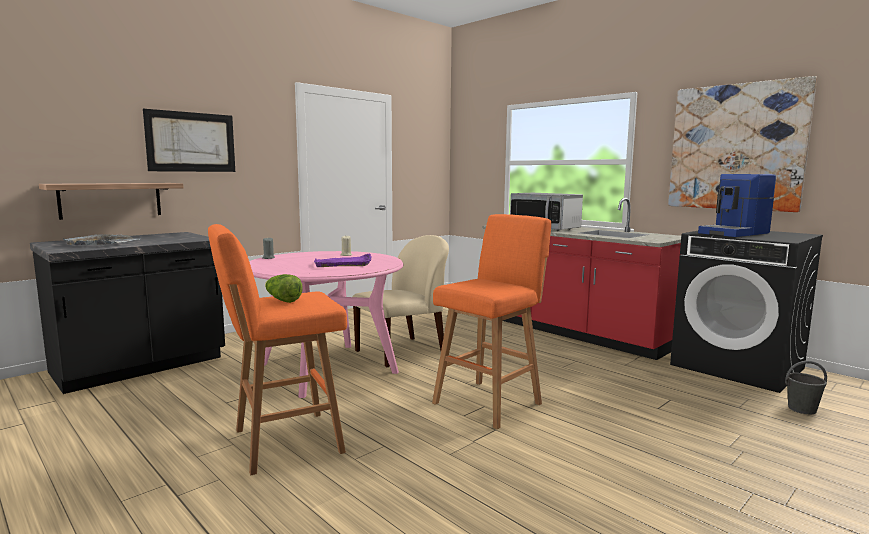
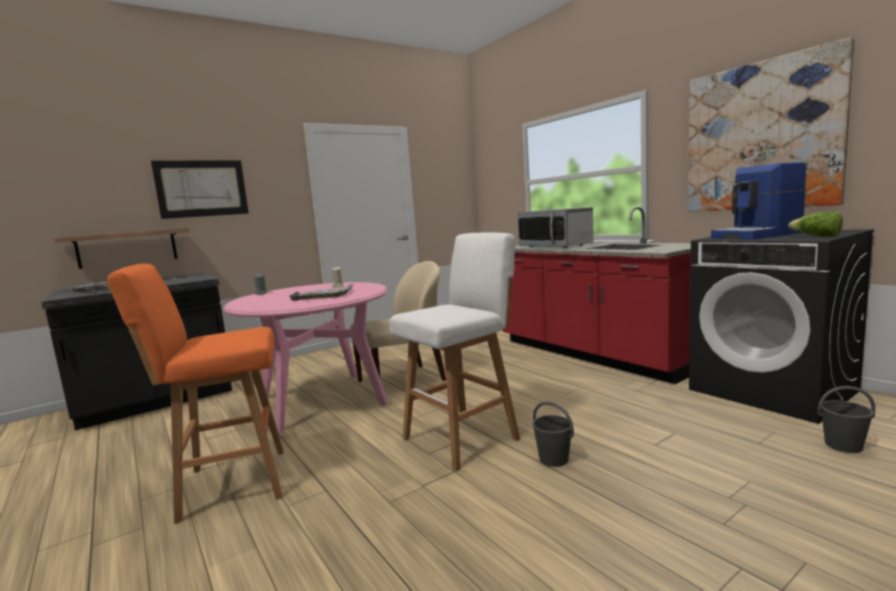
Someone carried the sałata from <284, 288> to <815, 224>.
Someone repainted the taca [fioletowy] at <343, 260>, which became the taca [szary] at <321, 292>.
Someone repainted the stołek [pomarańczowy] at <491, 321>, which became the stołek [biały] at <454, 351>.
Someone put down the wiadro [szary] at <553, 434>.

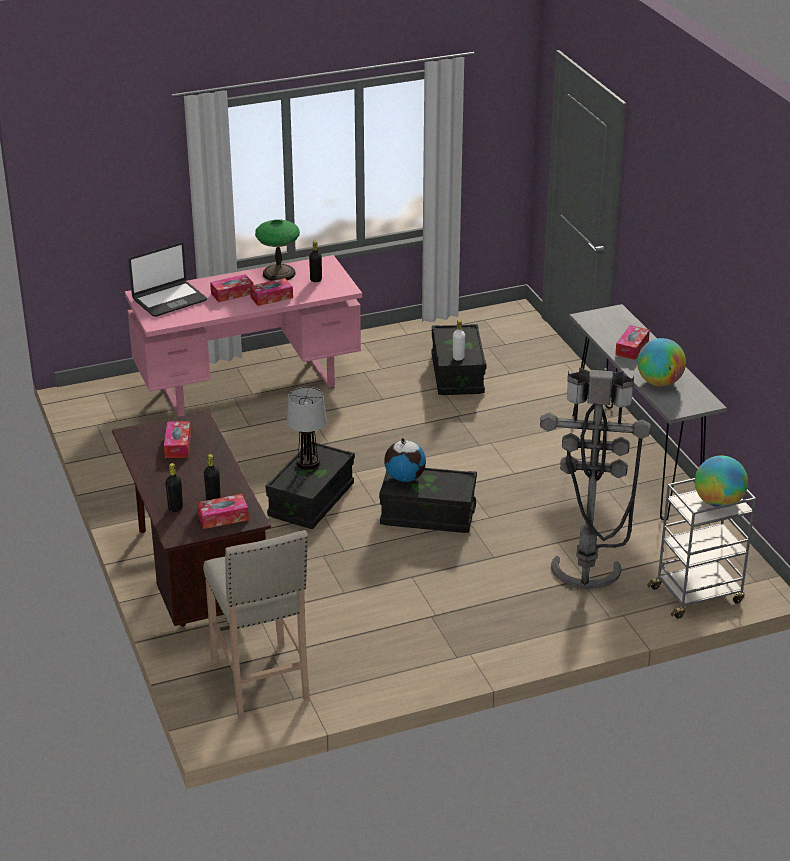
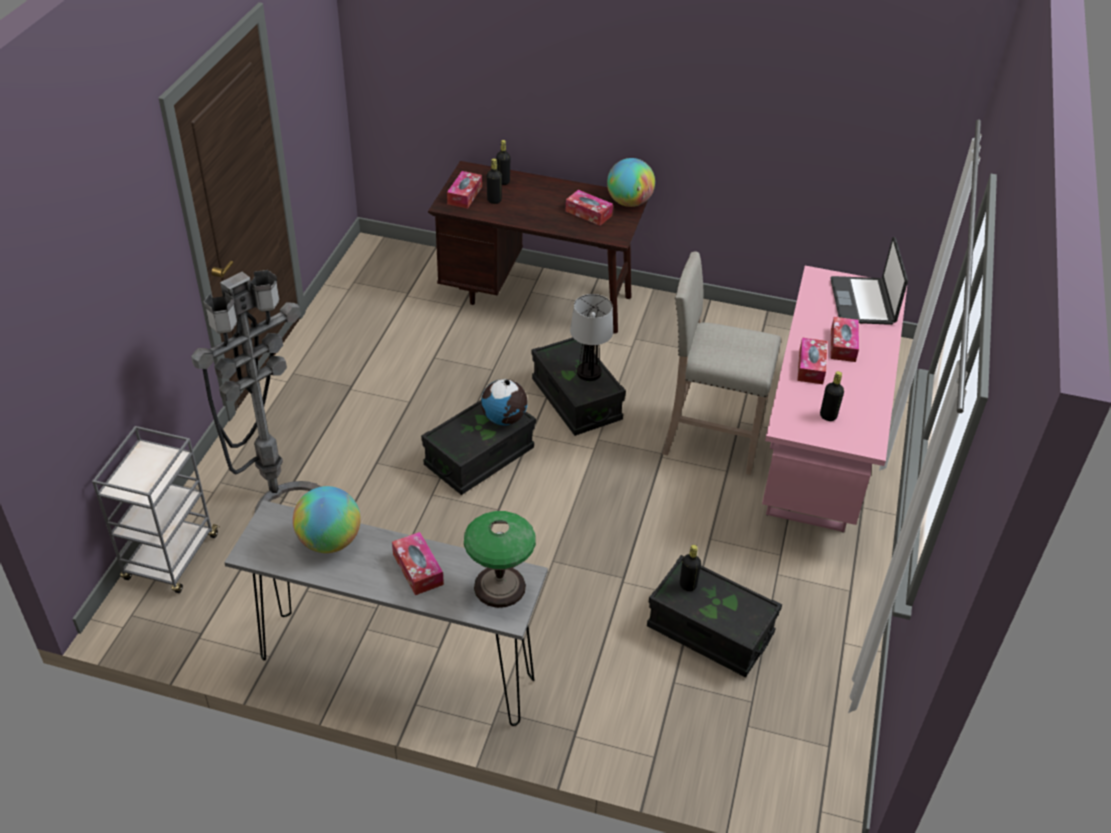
Someone carried the stołek [beżowy] from <256, 624> to <721, 363>.
Someone carried the lampa stołowa from <277, 250> to <500, 559>.
Someone repainted the butelka [biały] at <459, 340>, which became the butelka [czarny] at <690, 568>.
Someone carried the globus from <721, 482> to <631, 182>.

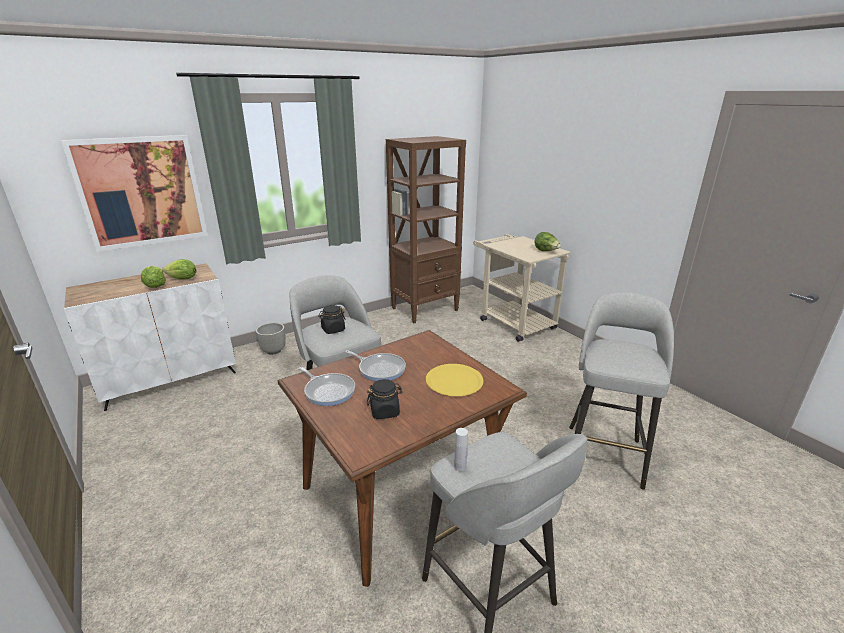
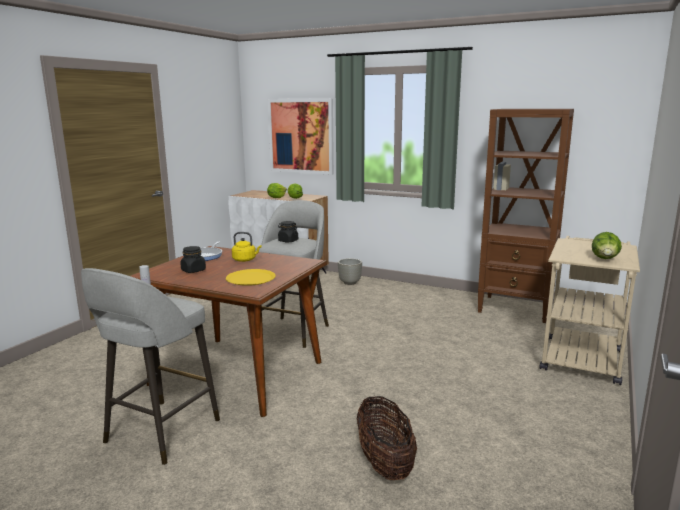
Someone swapped the patelnia at <375, 365> for the czajnik [żółty] at <246, 247>.
Someone swapped the stołek [szary] at <621, 391> for the koszyk at <387, 438>.

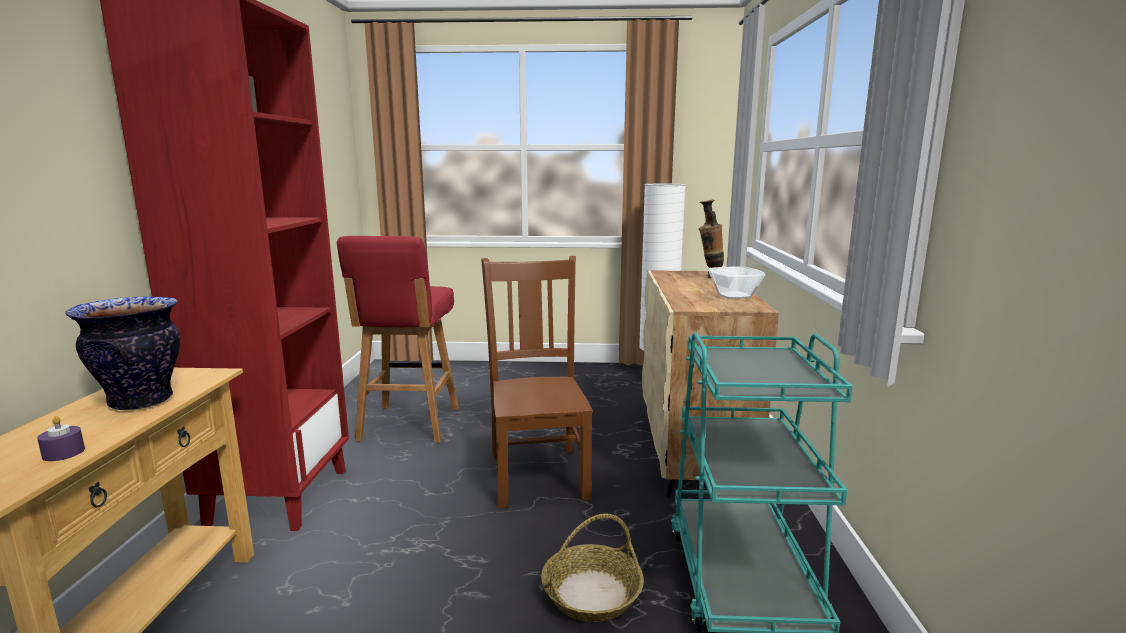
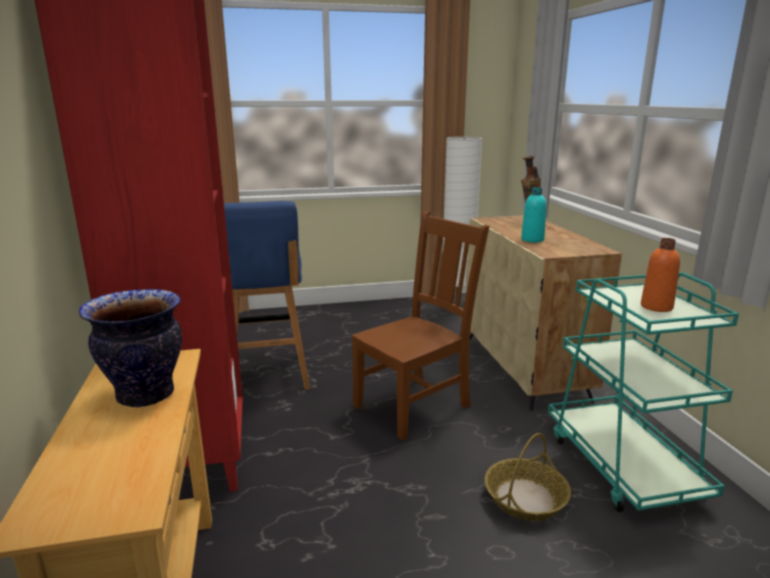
Someone took away the świeca [fioletowy] at <61, 438>.
Someone repainted the stołek [czerwony] at <398, 339>, which became the stołek [niebieski] at <267, 295>.
Someone rotated the krzesło [brązowy] at <537, 382> by 75 degrees clockwise.
Someone took away the miska at <736, 283>.
Someone put down the butelka [turkusowy] at <533, 215>.
Someone put down the butelka [pomarańczowy] at <660, 275>.

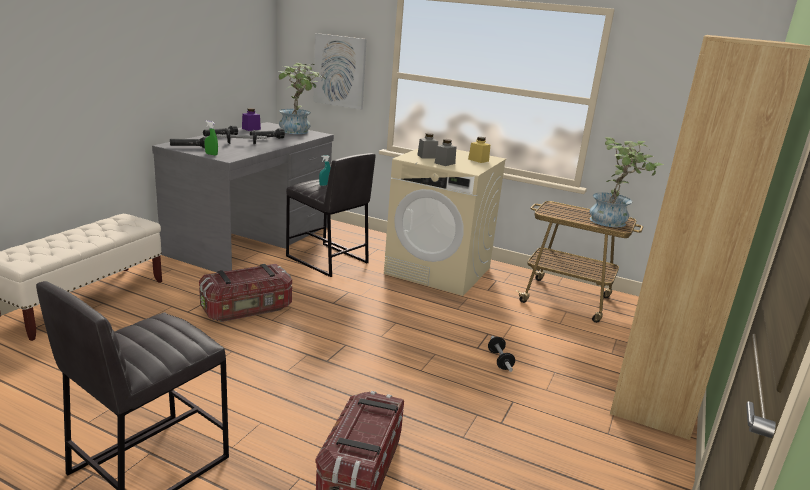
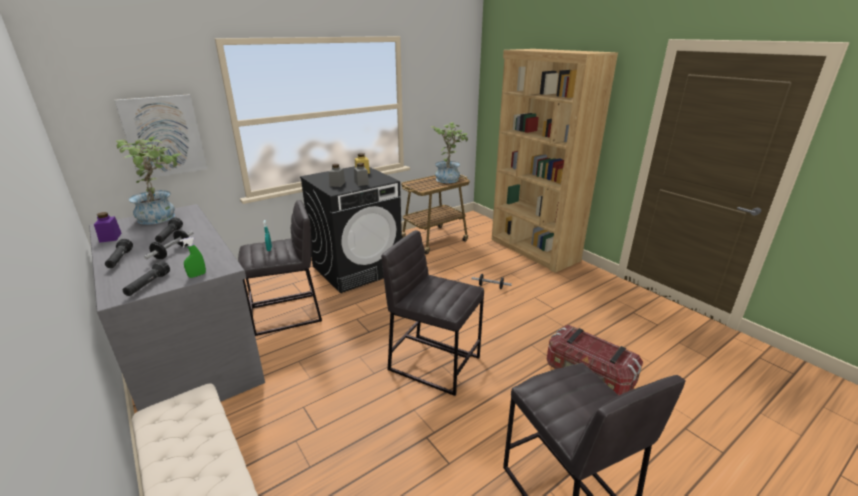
Someone took away the pojemnik do przechowywania at <245, 293>.
Someone repainted the pralka [beżowy] at <445, 222>, which became the pralka [czarny] at <351, 229>.
Someone put down the stołek [szary] at <432, 313>.

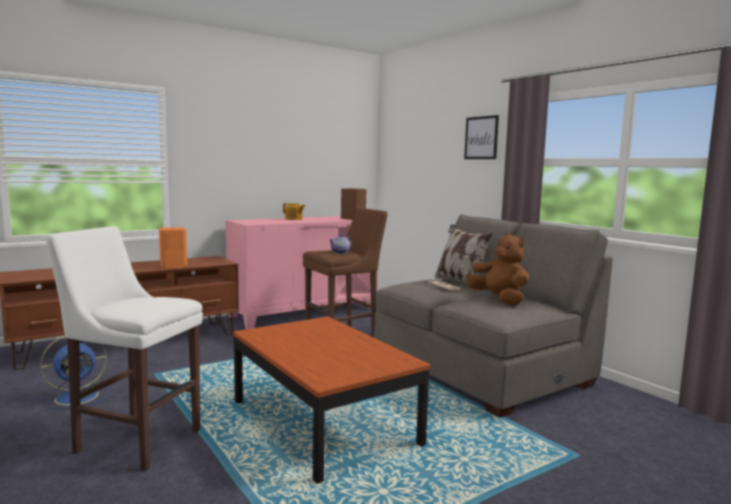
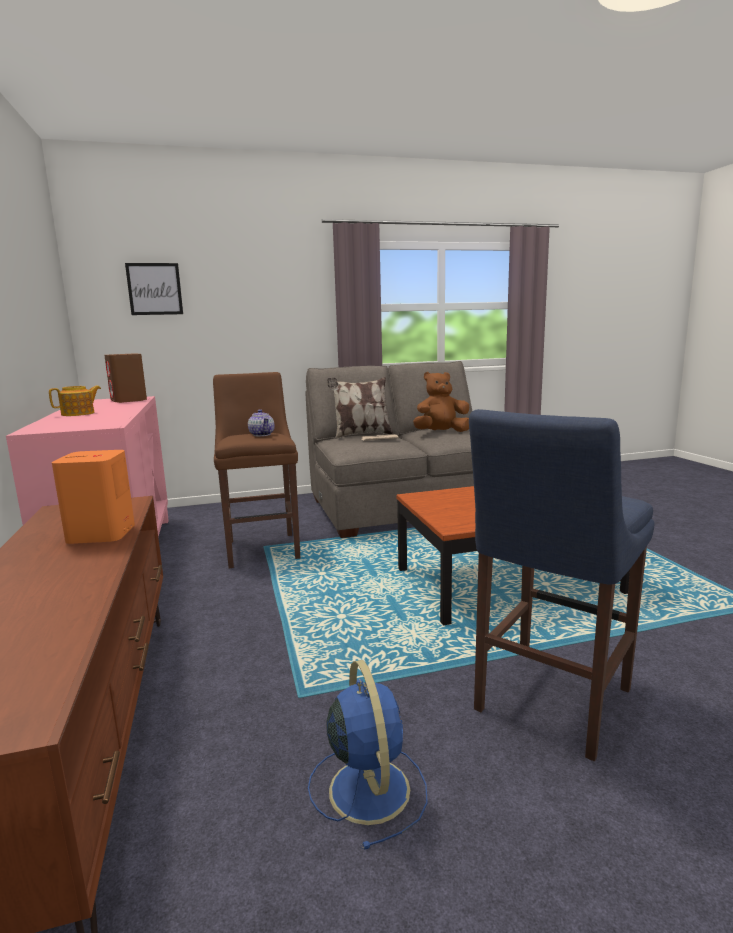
Someone repainted the stołek [biały] at <124, 348>, which became the stołek [niebieski] at <562, 585>.
Someone carried the obraz from <481, 137> to <154, 289>.

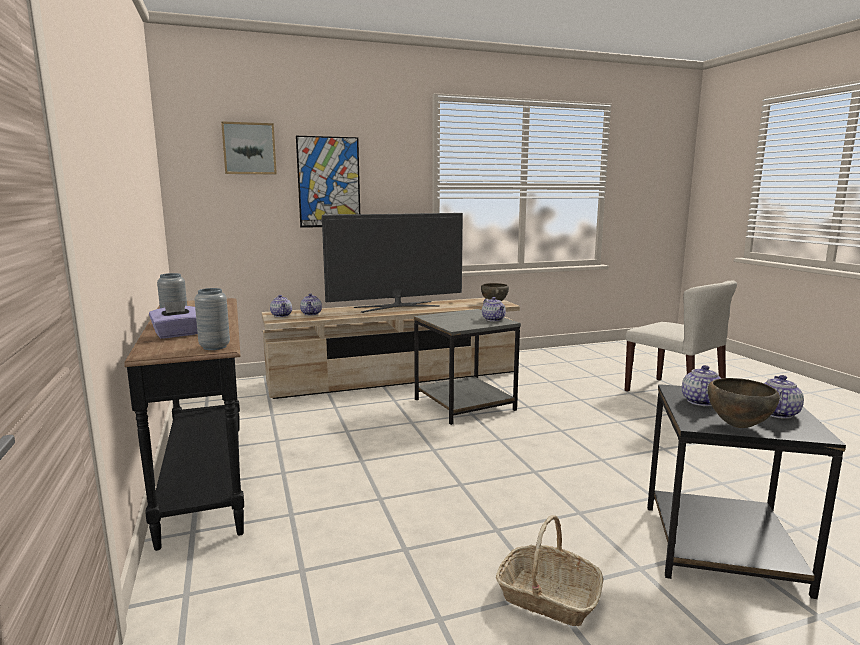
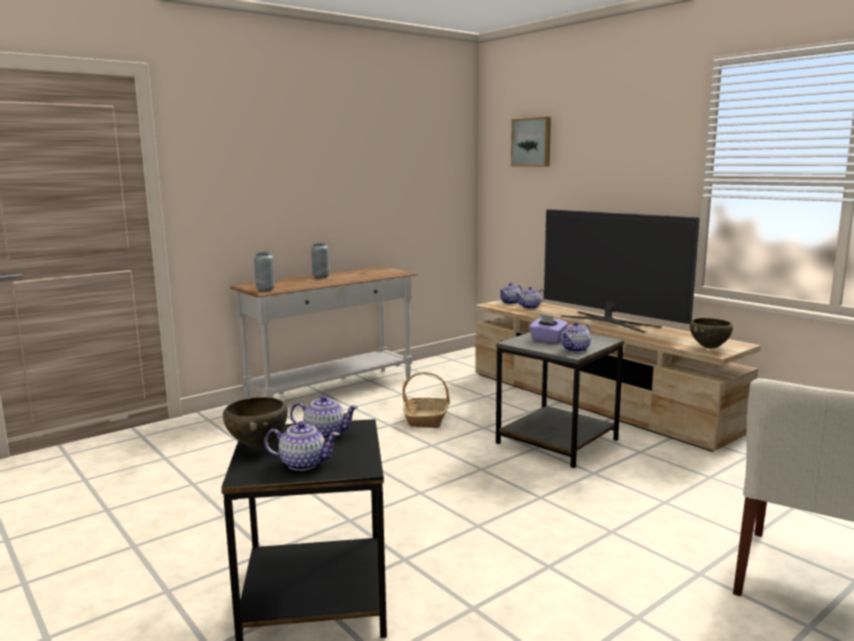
Someone repainted the stolik konsolowy [czarny] at <184, 424>, which became the stolik konsolowy [biały] at <323, 333>.
Someone carried the pudełko chusteczek [fioletowy] from <173, 320> to <548, 328>.
Someone took away the obraz at <328, 182>.
Someone carried the koszyk from <549, 570> to <426, 400>.

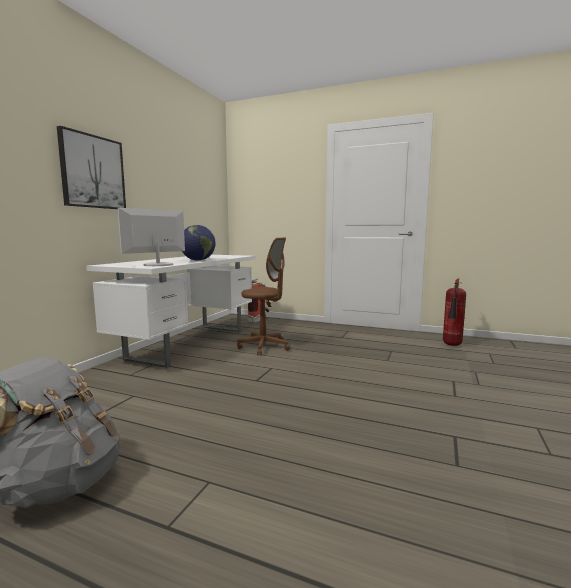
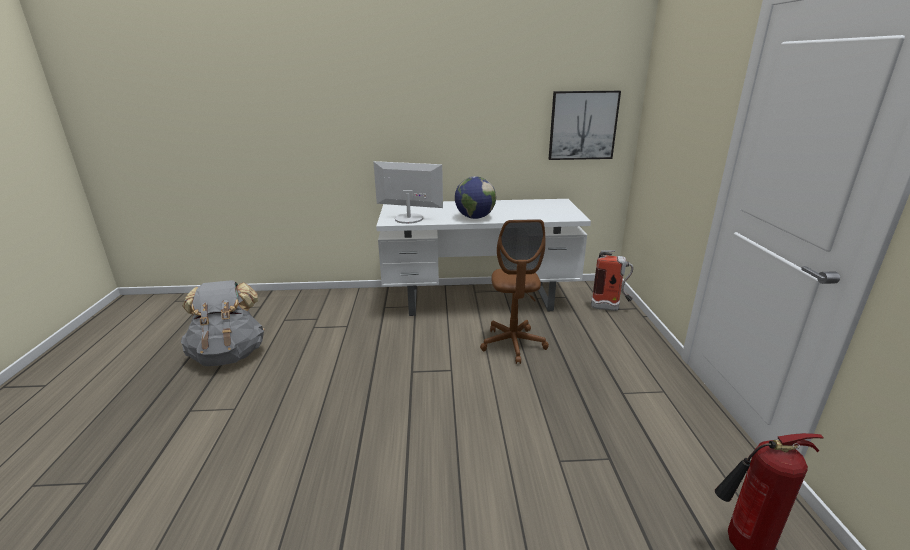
Someone carried the obraz from <91, 167> to <585, 125>.

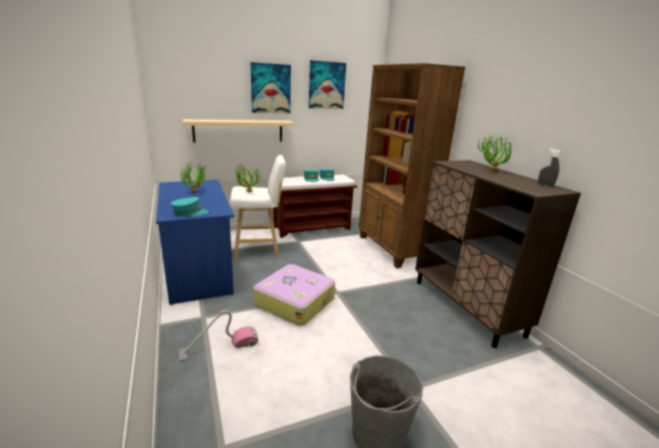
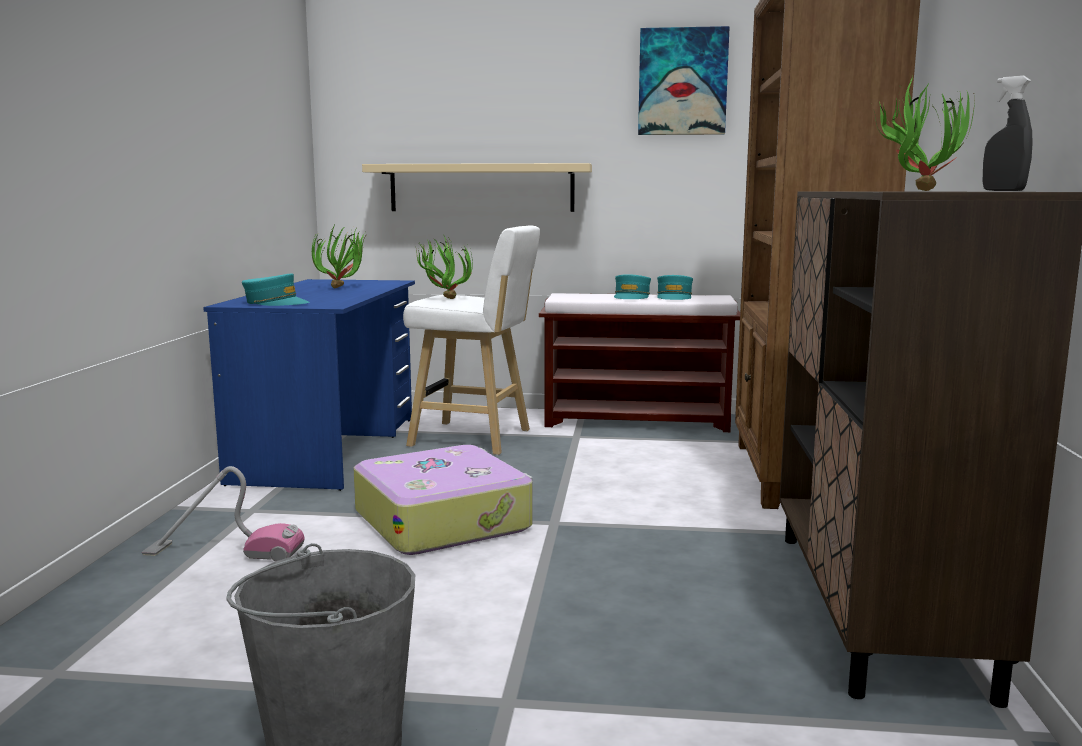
Someone took away the obraz at <271, 87>.

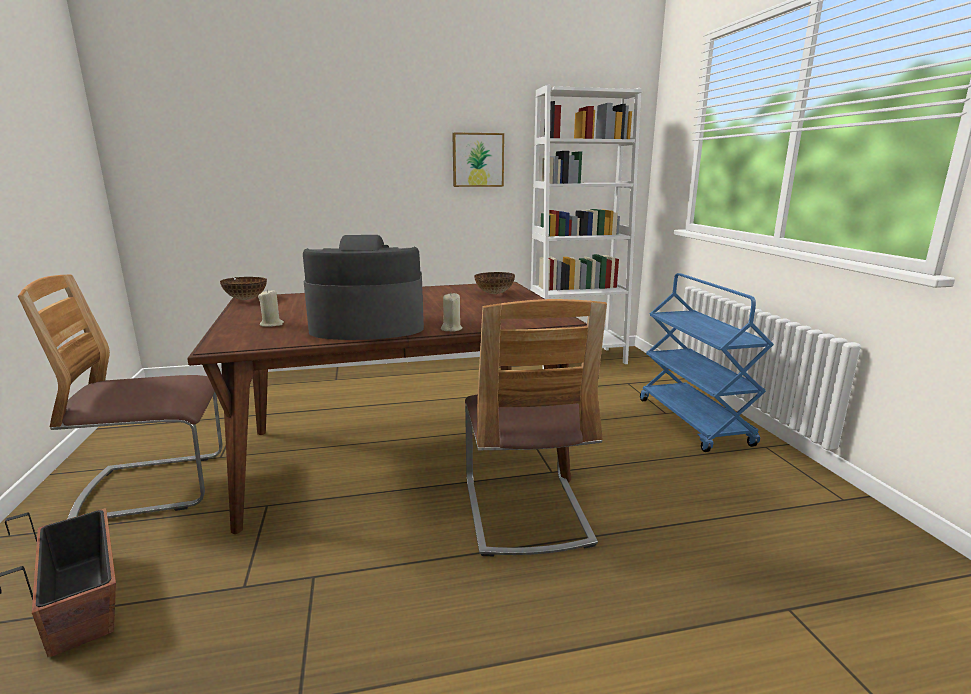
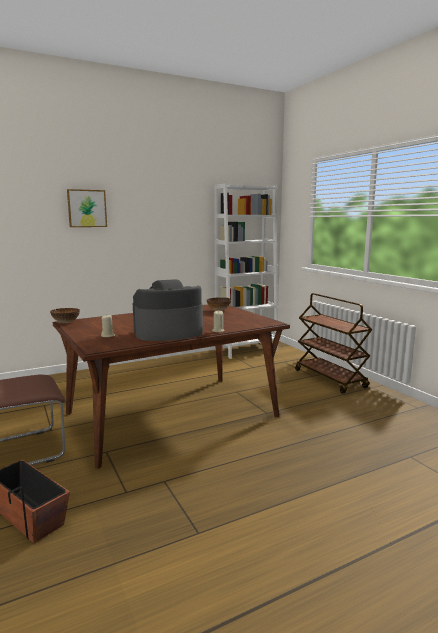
Someone carried the obraz from <478, 159> to <87, 208>.
Someone took away the krzesło at <536, 427>.
Someone repainted the wózek [niebieski] at <707, 362>, which became the wózek [brązowy] at <333, 343>.

